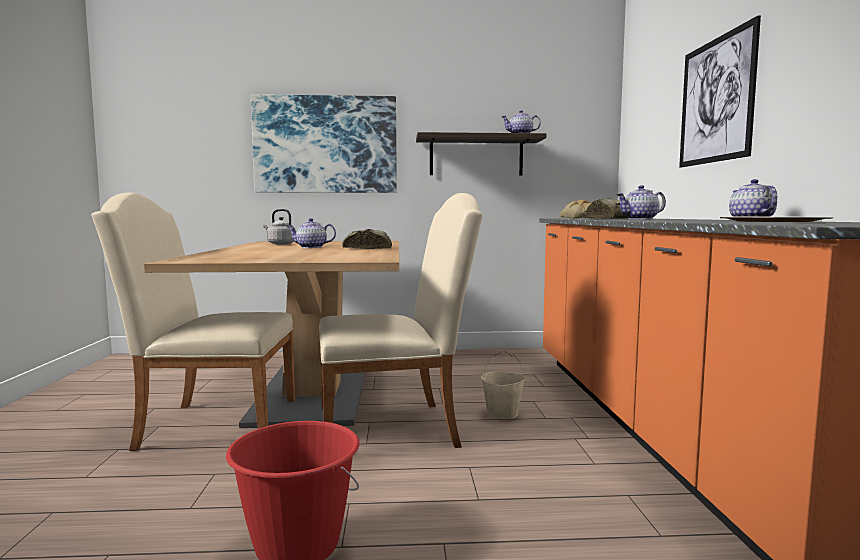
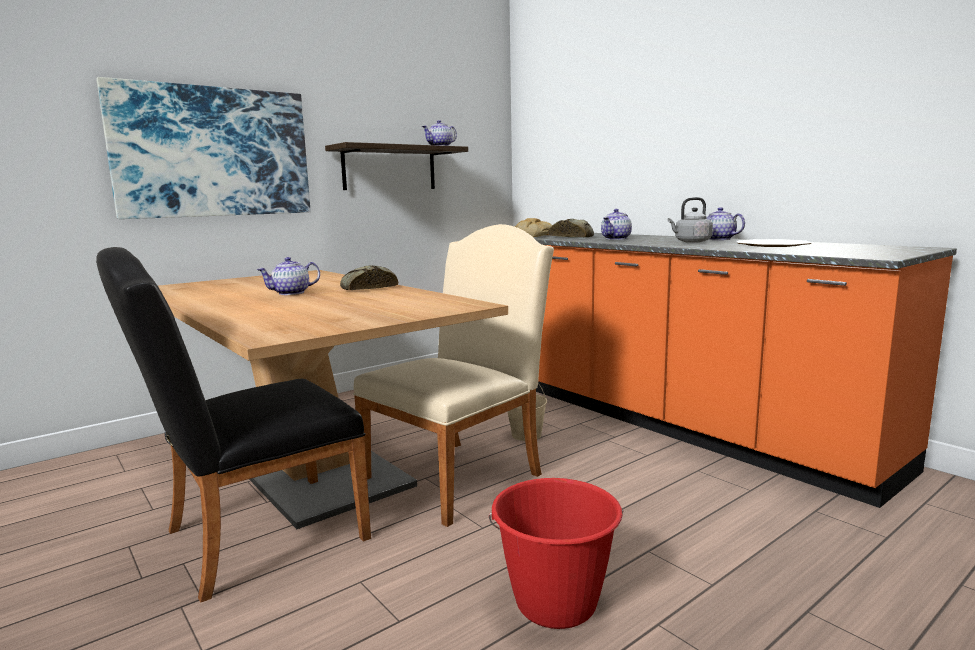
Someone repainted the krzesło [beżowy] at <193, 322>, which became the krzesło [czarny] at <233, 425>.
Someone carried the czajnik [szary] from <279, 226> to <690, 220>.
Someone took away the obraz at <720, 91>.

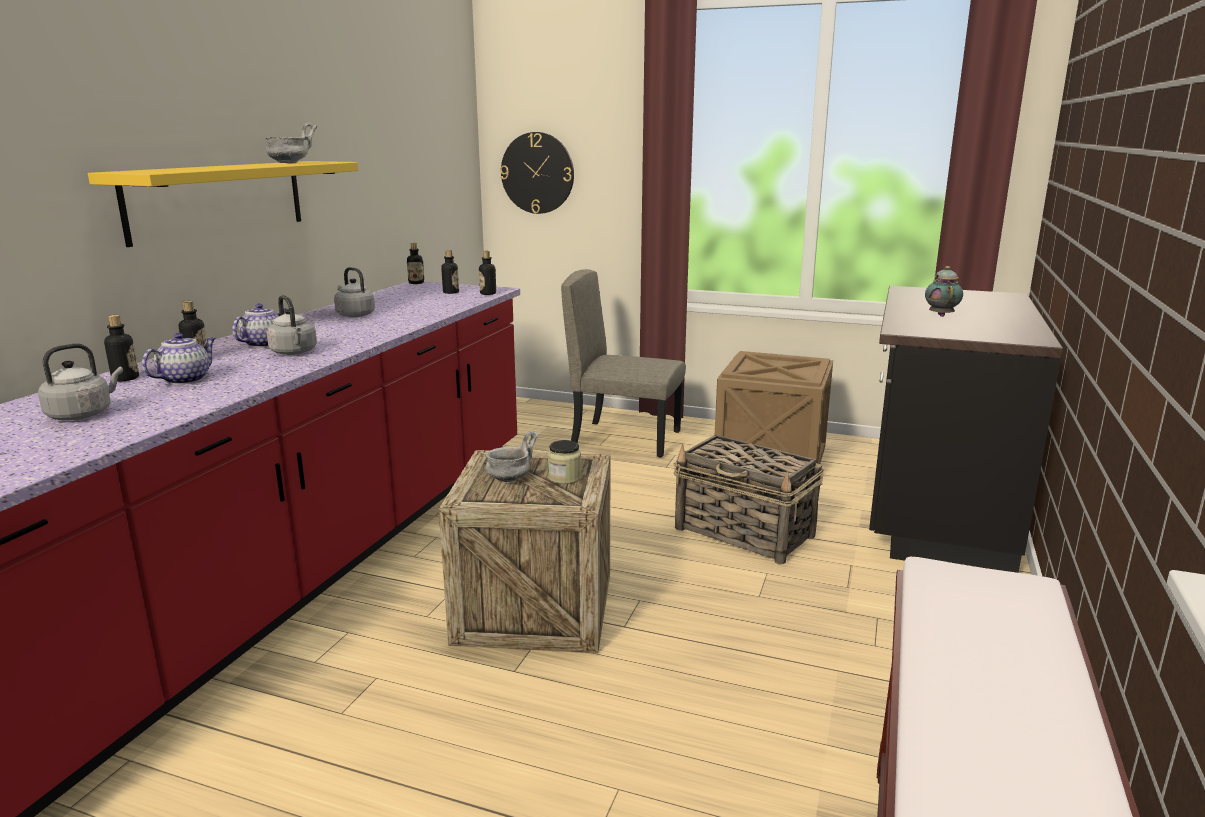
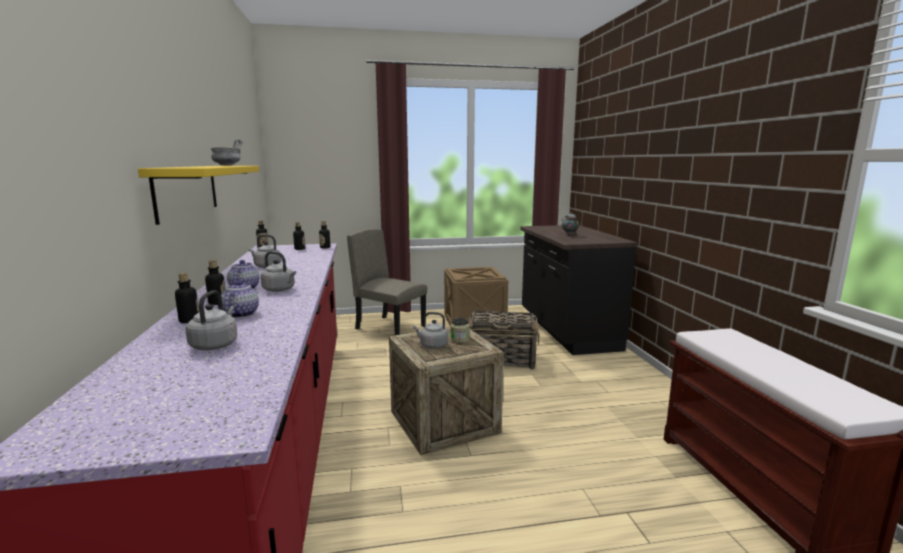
Someone swapped the miska [szary] at <512, 456> for the czajnik [szary] at <430, 330>.
Someone took away the zegar ścienny at <537, 173>.
Someone rotated the krzesło [beżowy] at <623, 363> by 45 degrees clockwise.

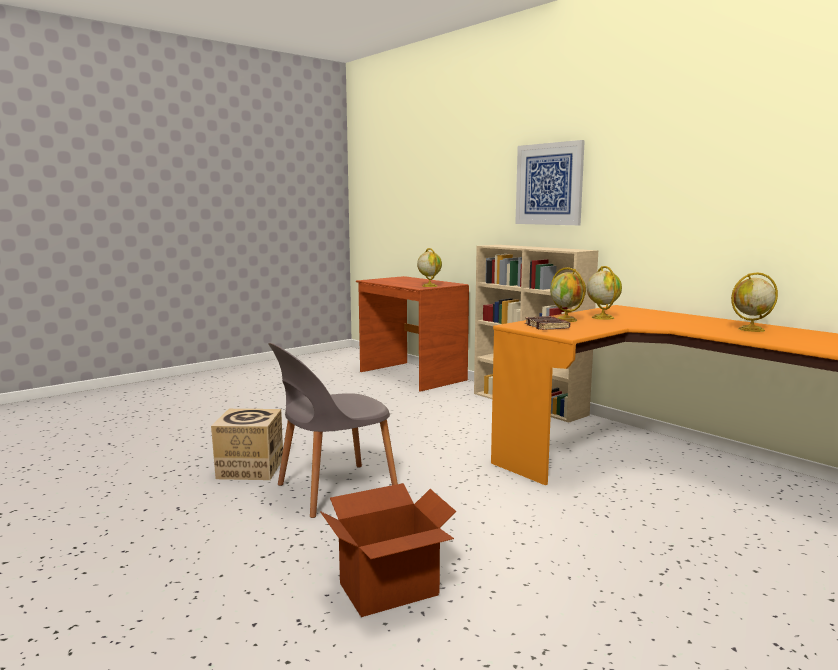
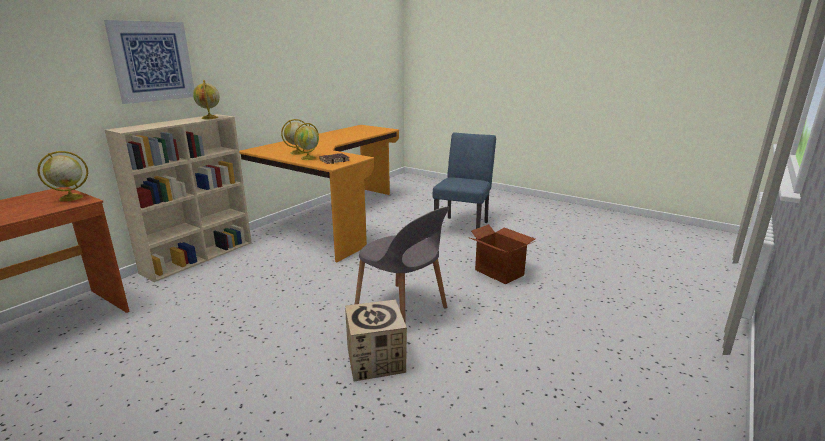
Someone carried the globus from <754, 302> to <206, 99>.
Someone put down the krzesło [niebieski] at <464, 180>.

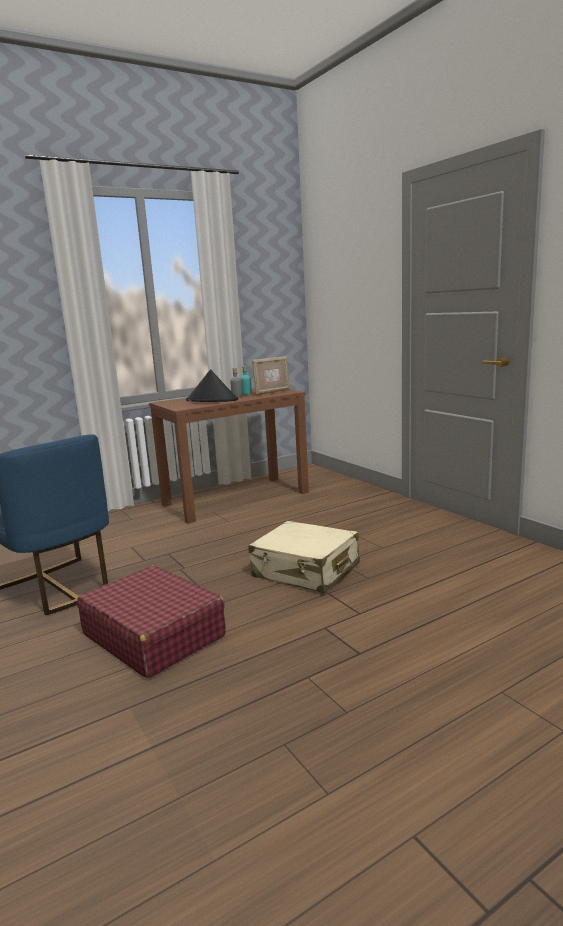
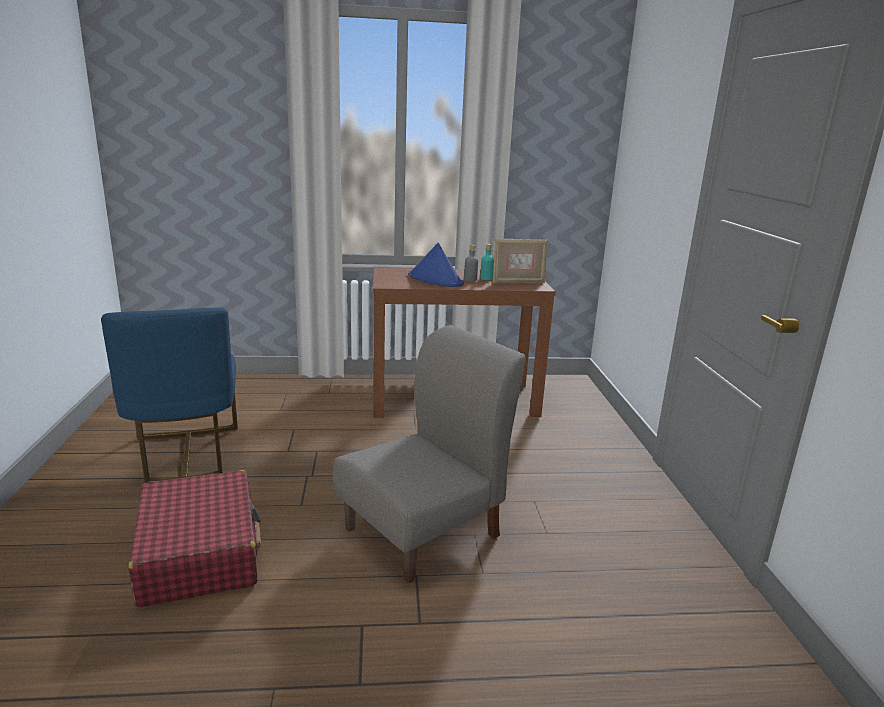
Someone repainted the kapelusz [czarny] at <212, 385>, which became the kapelusz [niebieski] at <436, 265>.
Someone swapped the walizka [beżowy] at <304, 557> for the krzesło [szary] at <429, 454>.

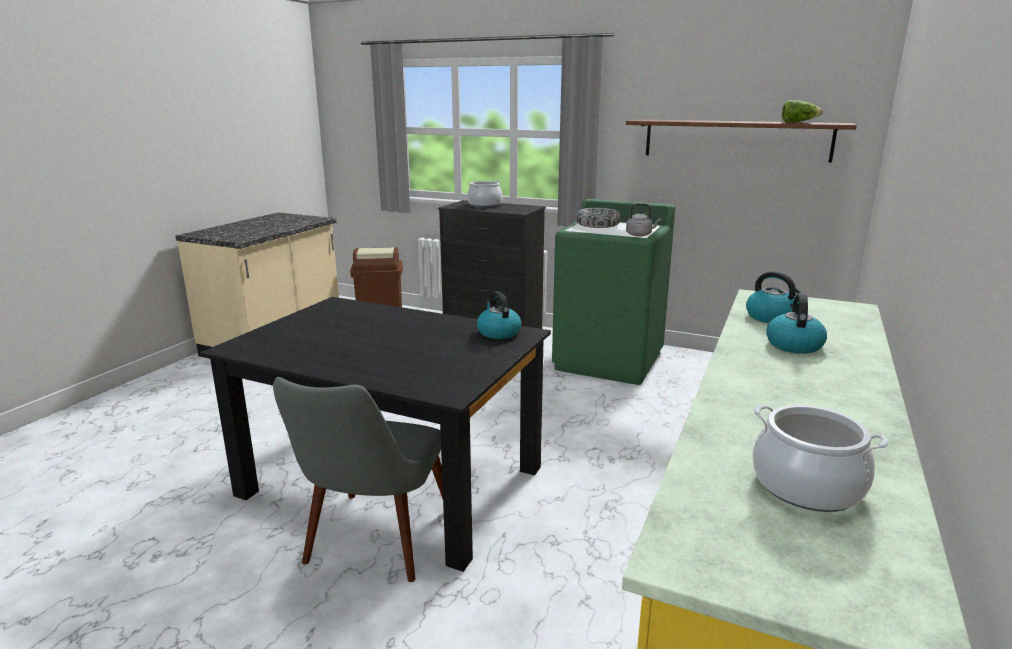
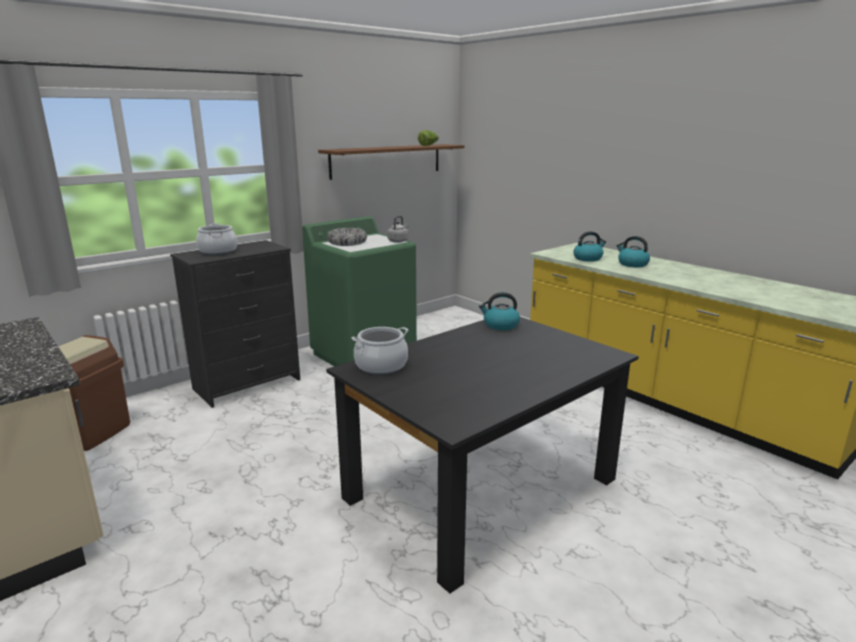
Someone took away the krzesło [szary] at <358, 479>.
Someone carried the garnek from <821, 458> to <380, 351>.

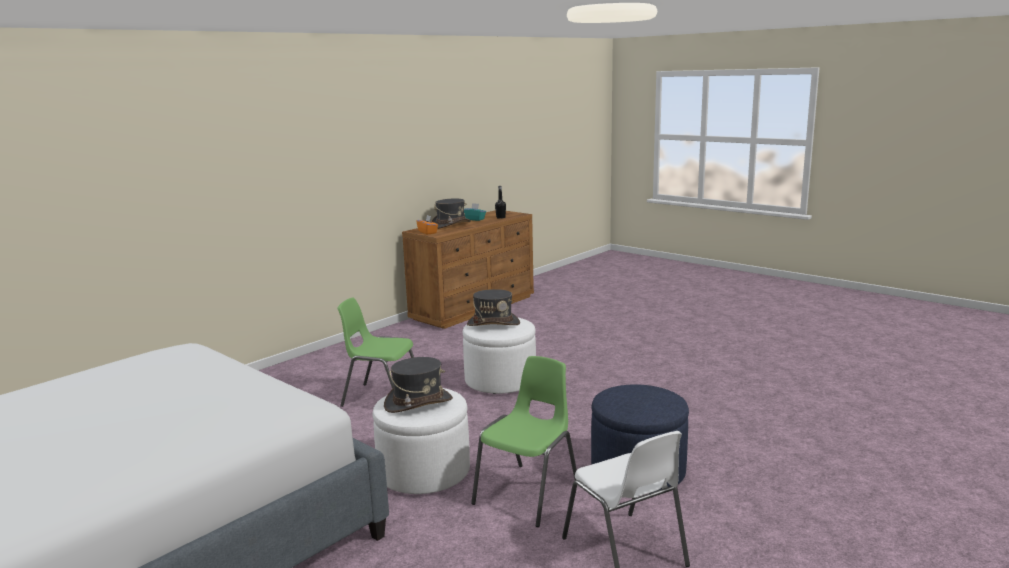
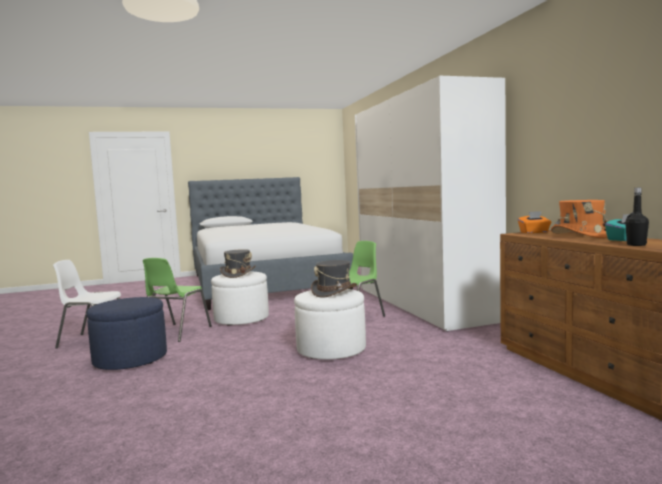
Someone repainted the kapelusz [szary] at <451, 214>, which became the kapelusz [pomarańczowy] at <579, 219>.
Someone rotated the krzesło [zielony] at <524, 441> by 45 degrees clockwise.
Someone put down the szafa [biały] at <430, 203>.

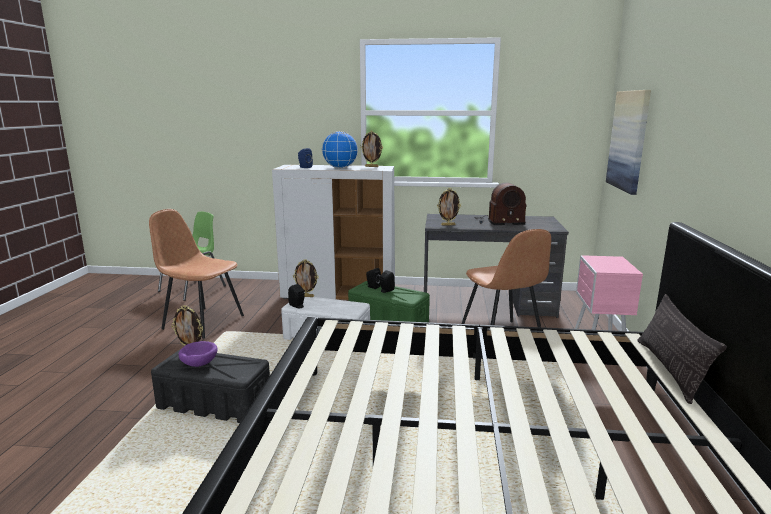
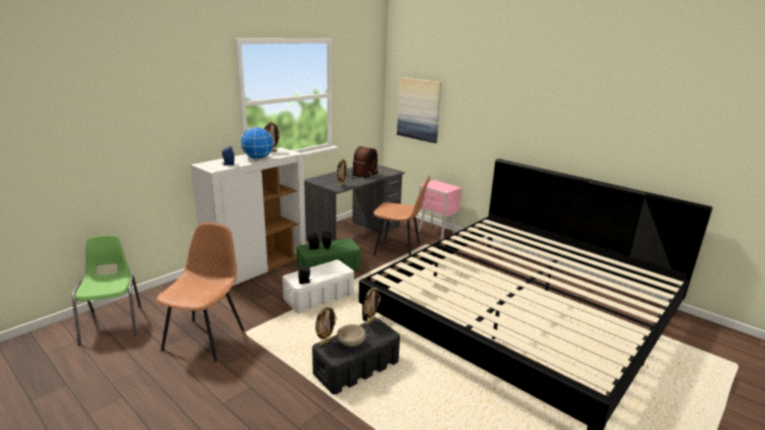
Someone rotated the krzesło [brązowy] at <196, 273> by 135 degrees clockwise.
Someone repainted the miska [fioletowy] at <198, 354>, which became the miska [beżowy] at <351, 335>.
Someone carried the ramka na zdjęcie from <306, 278> to <372, 306>.
Someone took away the poduszka at <682, 349>.

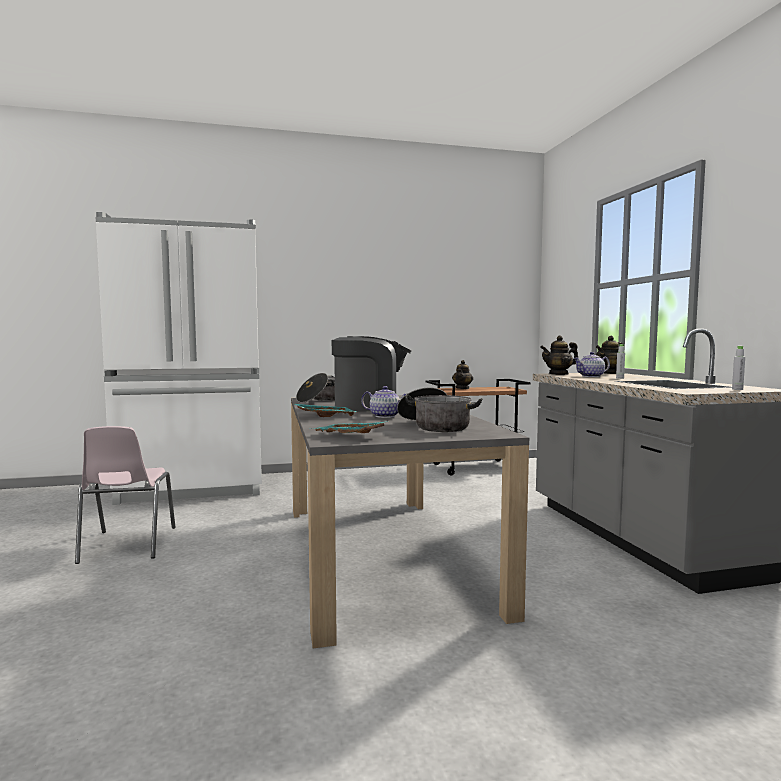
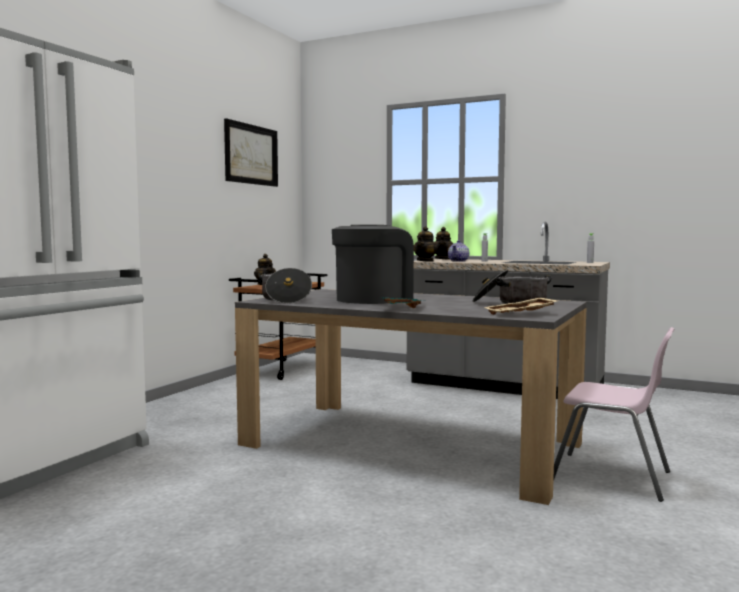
Someone carried the krzesło [różowy] from <125, 495> to <614, 414>.
Someone repainted the taca [turkusowy] at <352, 427>, which became the taca [beżowy] at <521, 306>.
Someone took away the imbryk at <384, 402>.
Someone put up the obraz at <251, 152>.

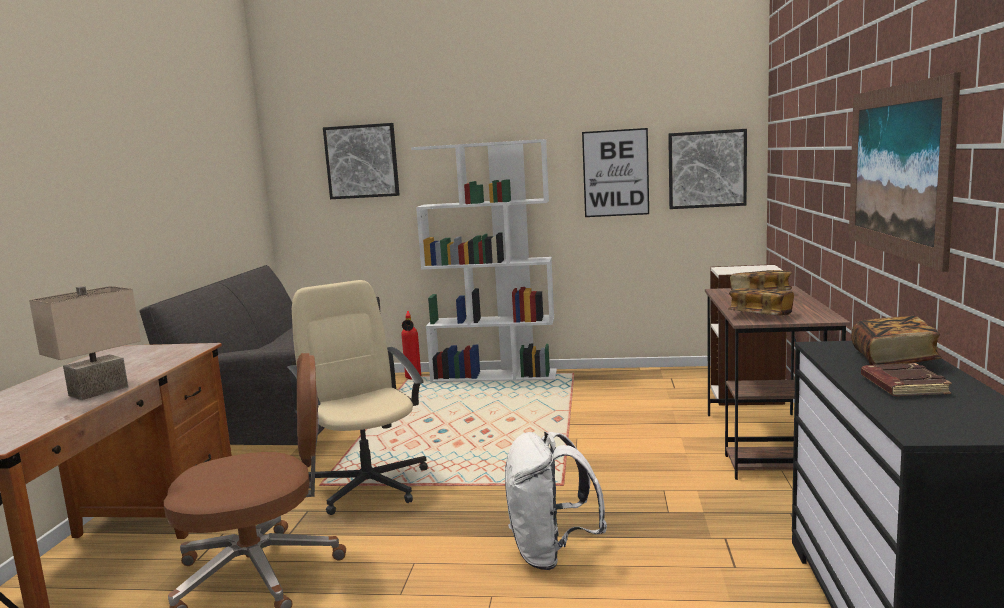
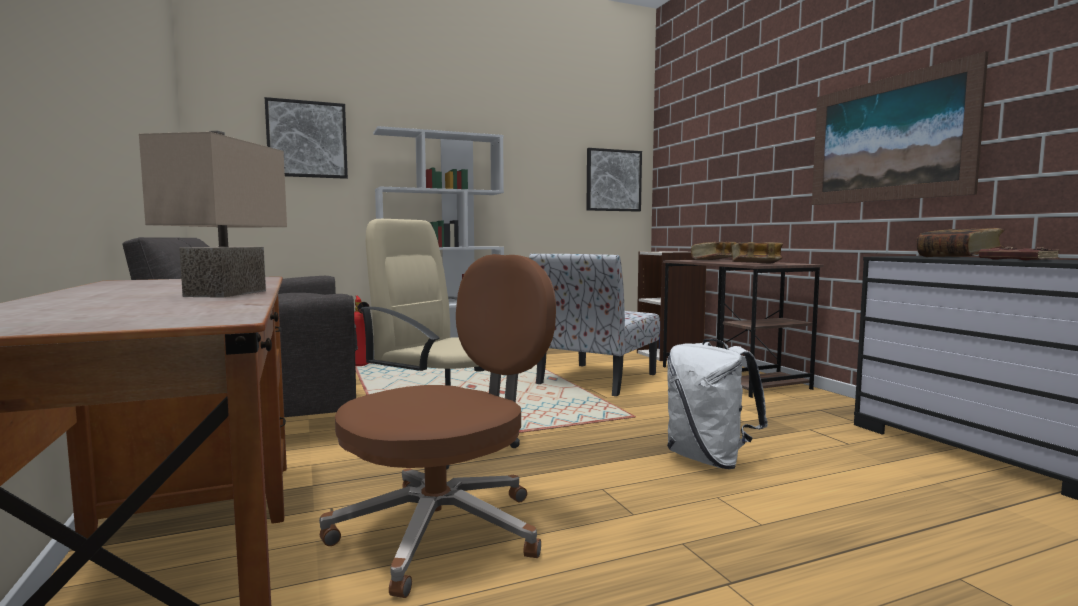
Someone took away the obraz at <615, 172>.
Someone put down the krzesło at <594, 325>.

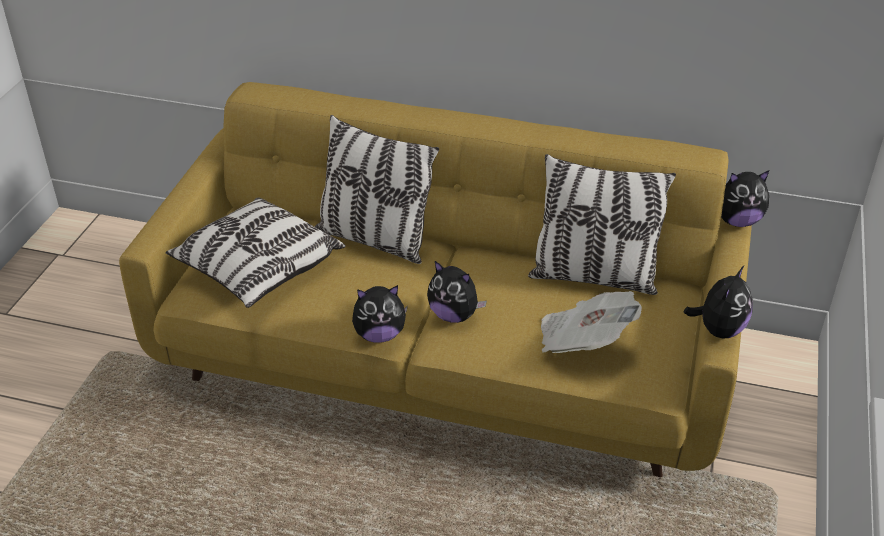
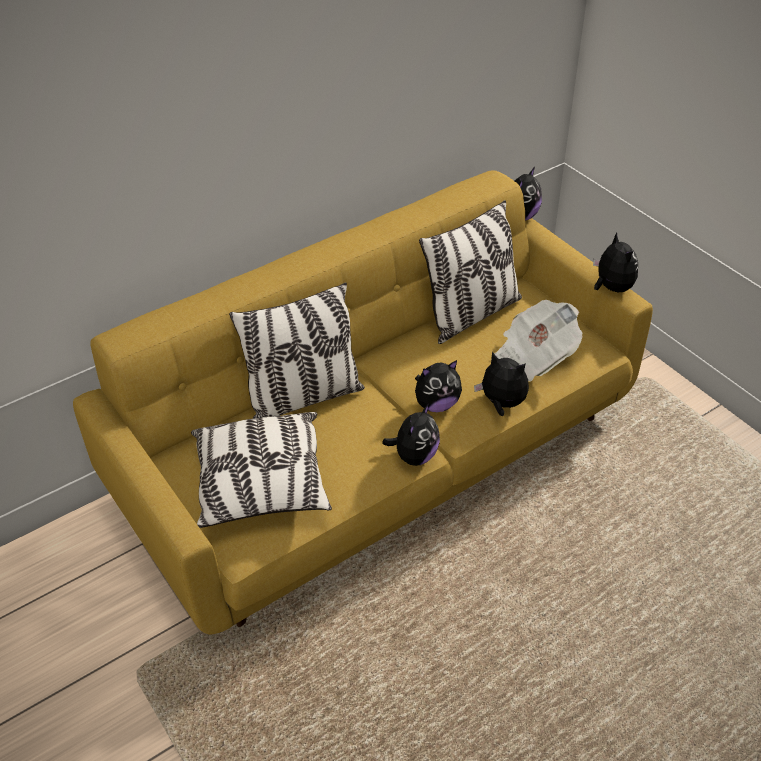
Someone put down the pluszak at <501, 383>.

